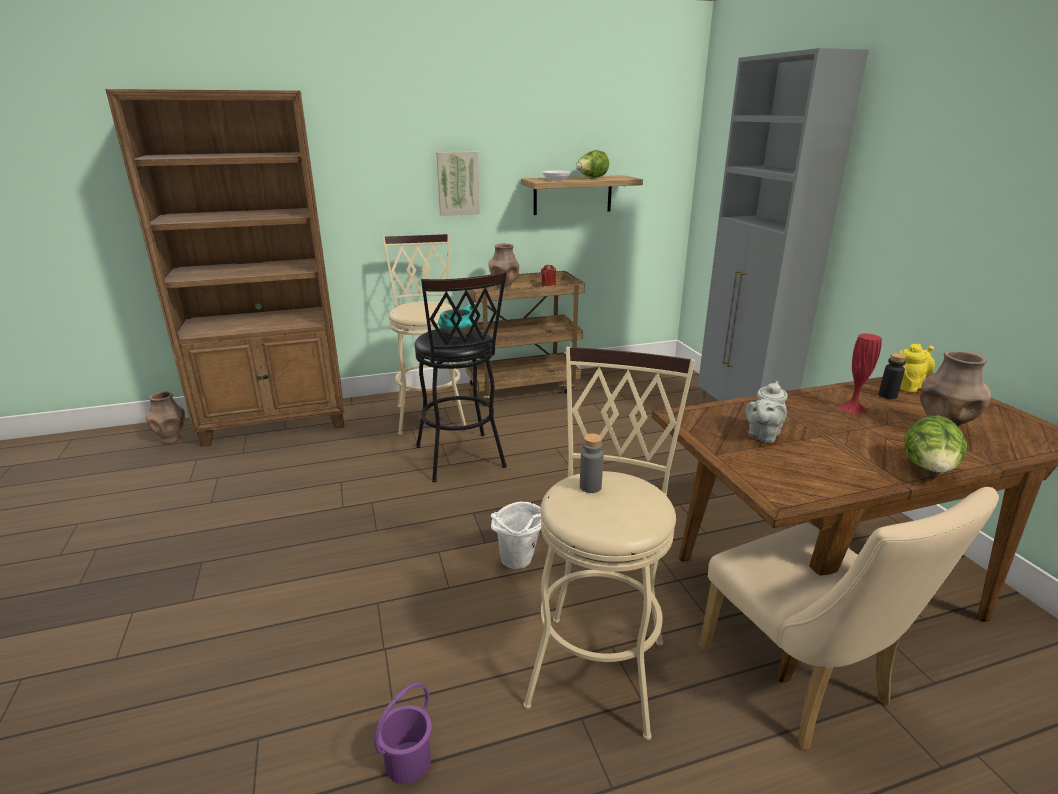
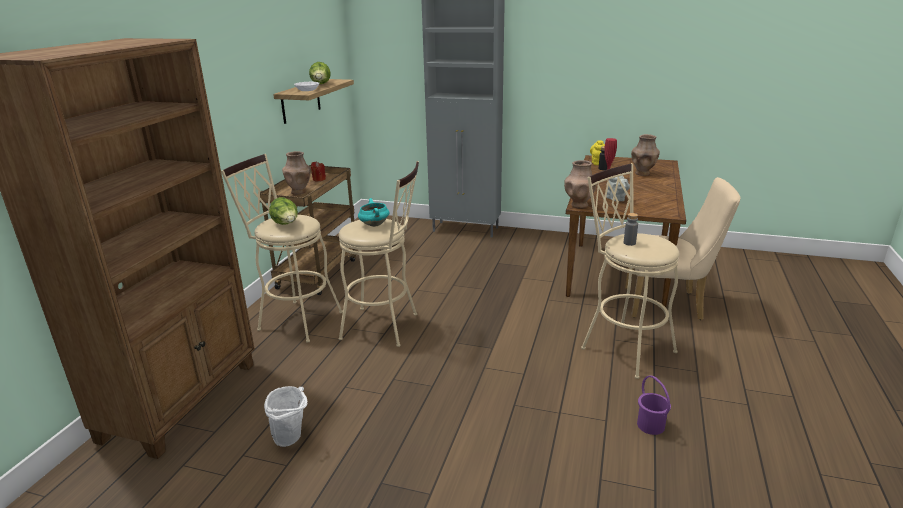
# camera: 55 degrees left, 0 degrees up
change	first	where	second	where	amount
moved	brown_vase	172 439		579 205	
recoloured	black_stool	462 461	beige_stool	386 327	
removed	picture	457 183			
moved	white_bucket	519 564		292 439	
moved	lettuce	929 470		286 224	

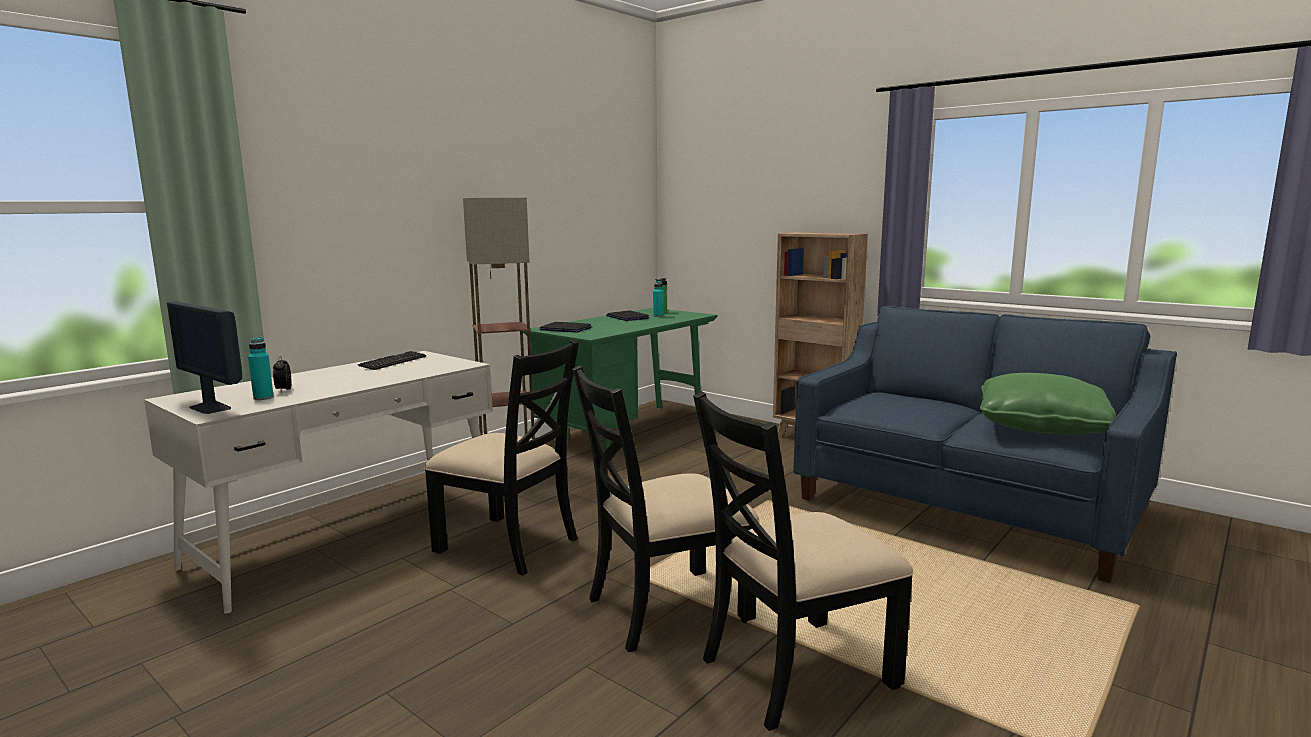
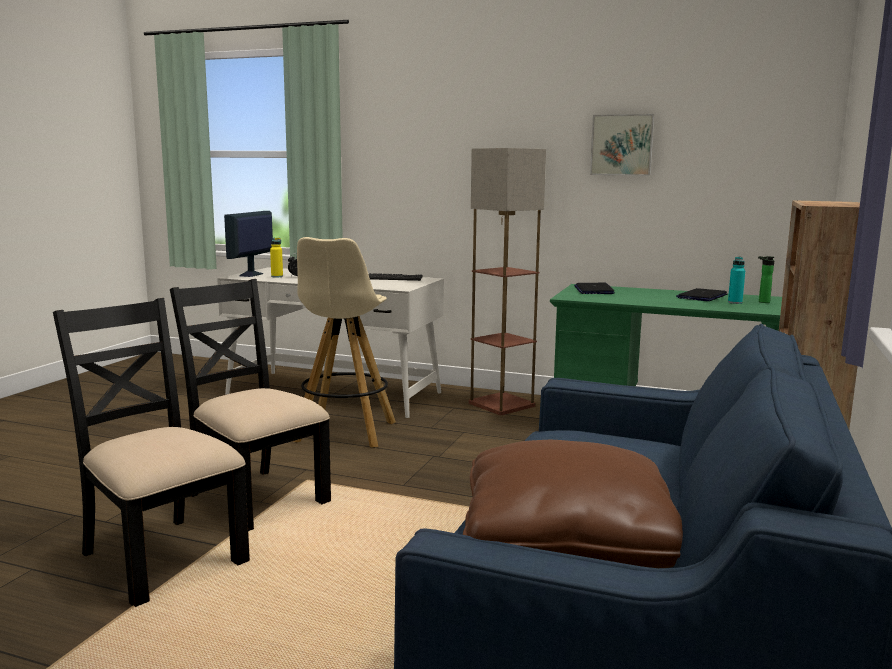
# camera: 70 degrees right, 0 degrees up
change	first	where	second	where	amount
recoloured	turquoise_bottle	263 398	yellow_bottle	277 276	
replaced	black_chair	508 544	beige_stool	344 433	
recoloured	green_pillow	1041 426	brown_pillow	567 541	
added			picture	622 145	

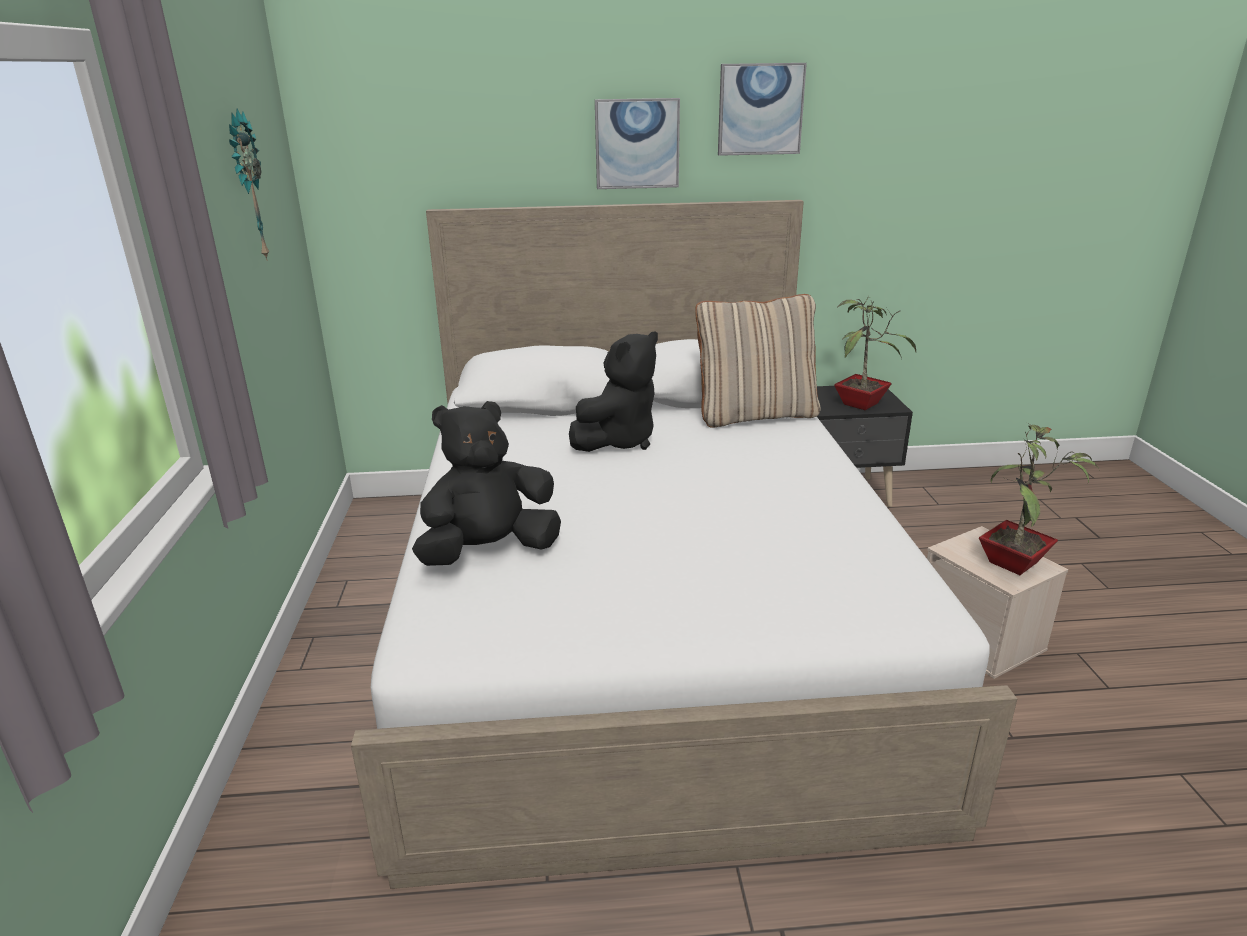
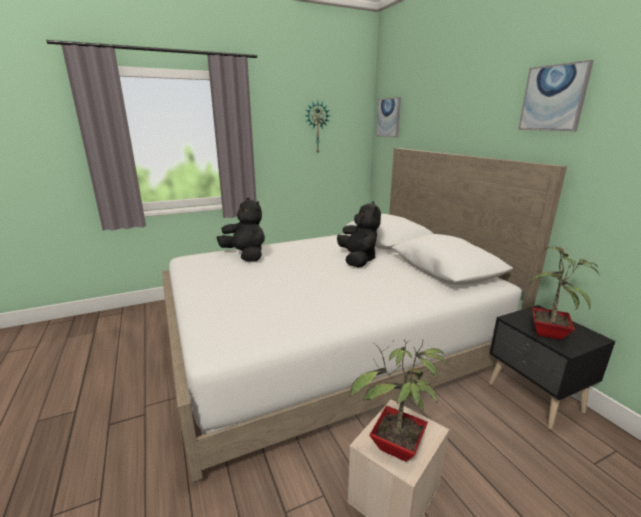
# camera: 70 degrees right, 5 degrees down
change	first	where	second	where	amount
turned	black_plush_toy	618 441		358 260	120 degrees counterclockwise
moved	picture	637 144		389 117	
removed	beige_pillow	755 415			

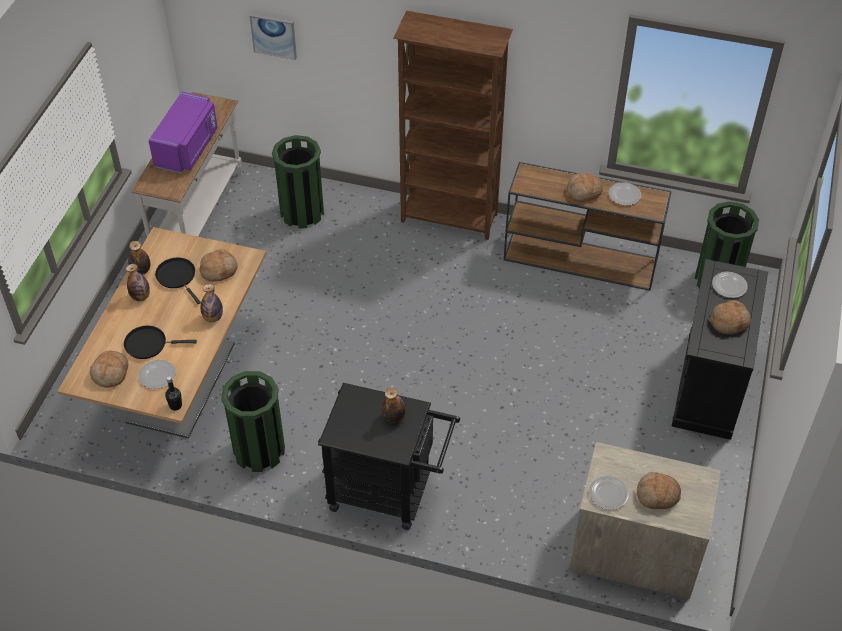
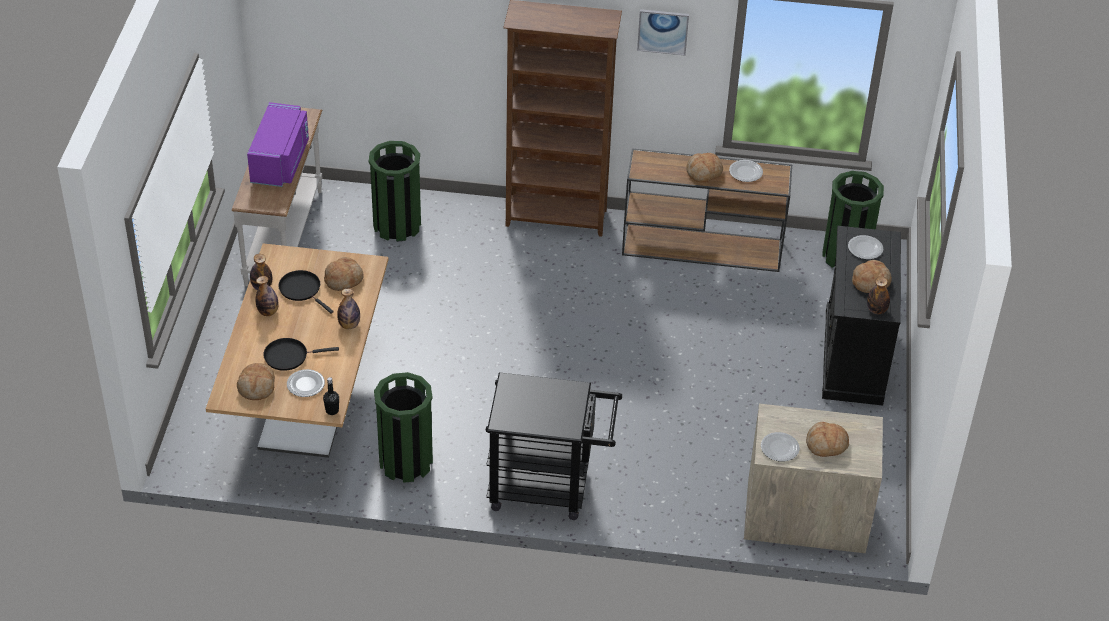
# camera: 10 degrees left, 5 degrees down
change	first	where	second	where	amount
moved	picture	274 36		663 31	
moved	bottle	394 417		876 310	

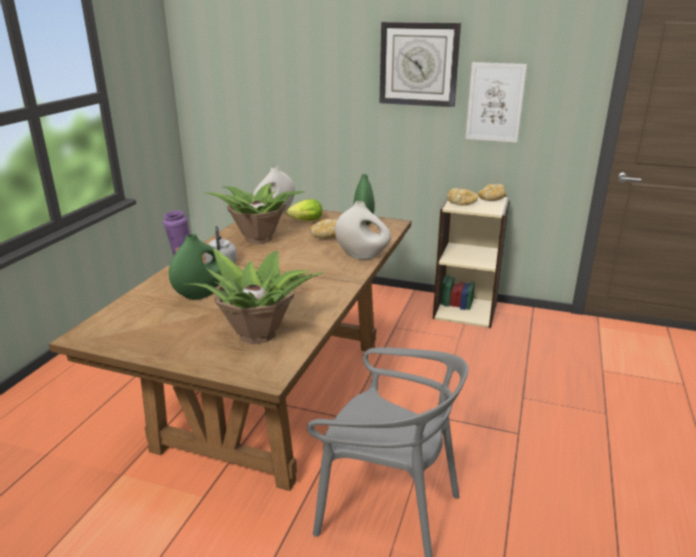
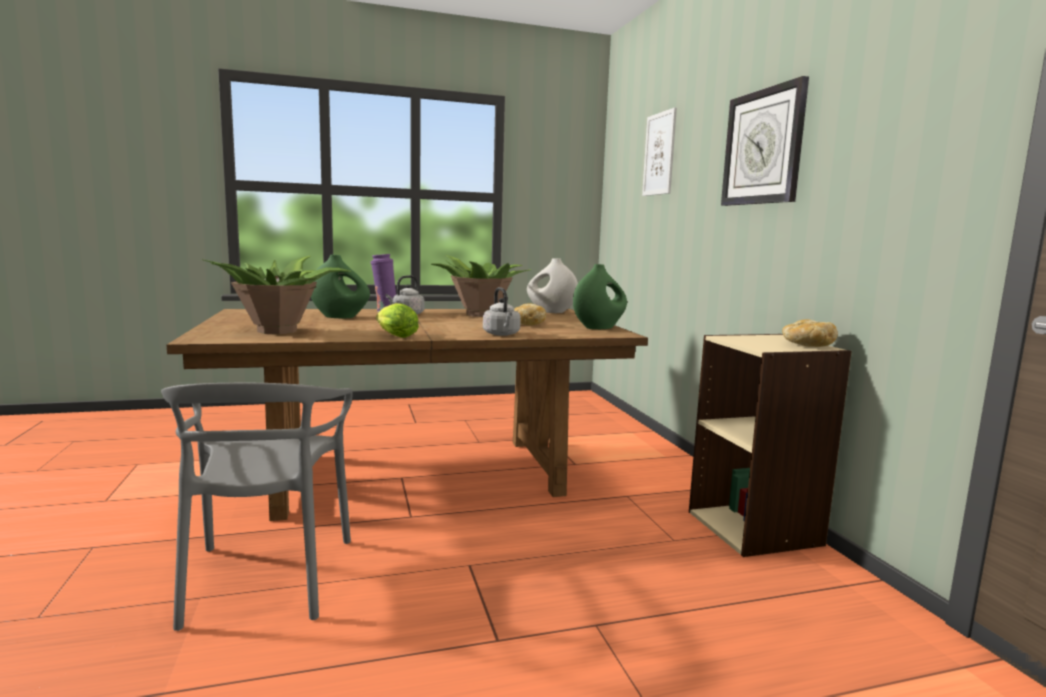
# camera: 55 degrees right, 15 degrees down
change	first	where	second	where	amount
moved	lettuce	304 221		394 336	
replaced	white_vase	362 256	grey_kettle	502 334	
removed	bread	461 203			
moved	picture	495 102		659 154	

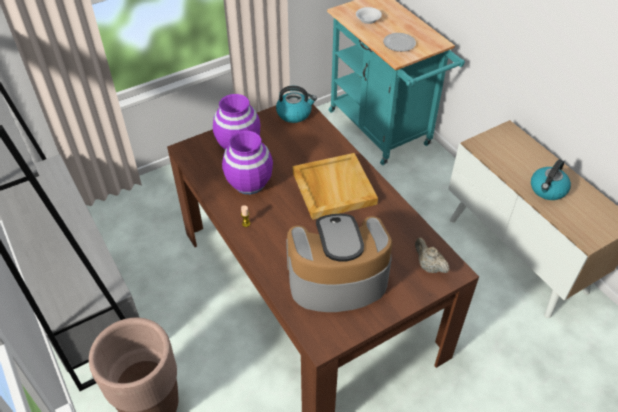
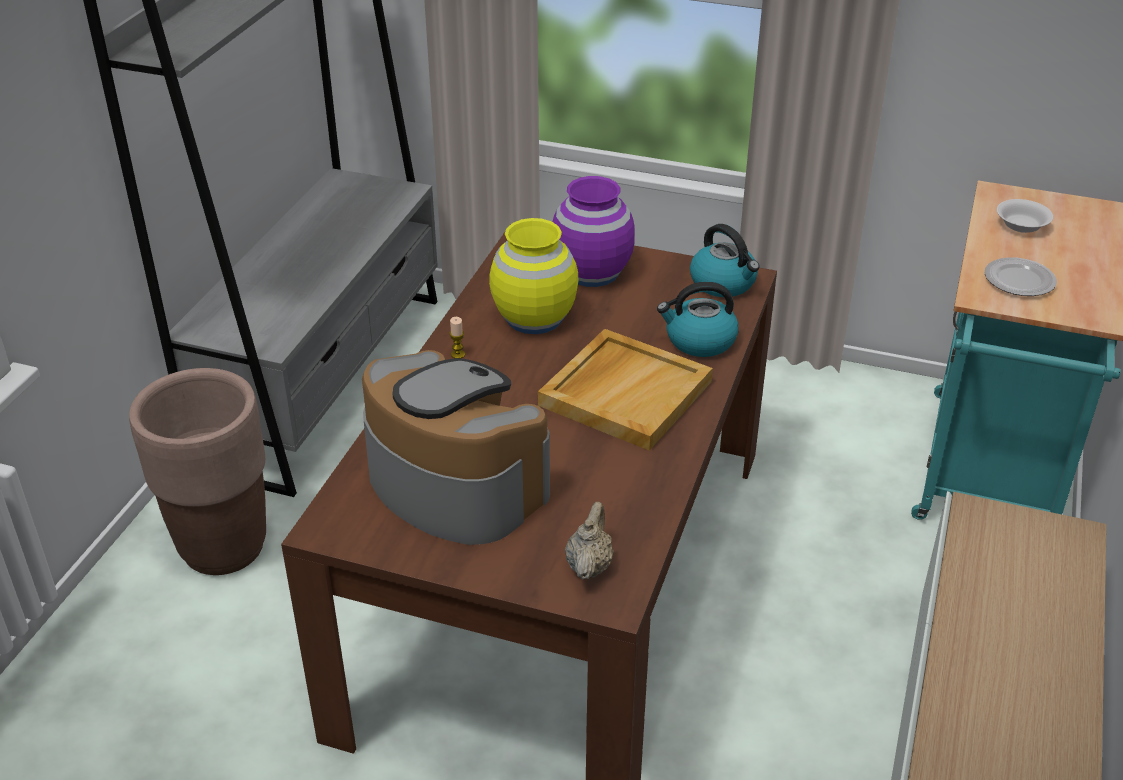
# camera: 50 degrees right, 10 degrees down
change	first	where	second	where	amount
recoloured	purple_vase	249 183	yellow_vase	534 318	
moved	kettle	547 190		699 341	

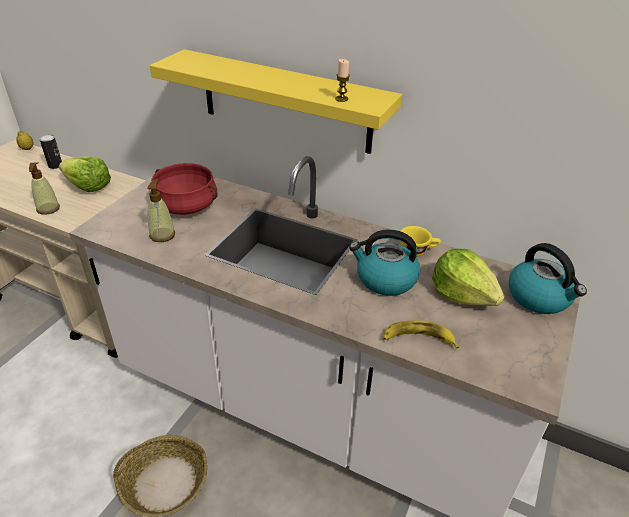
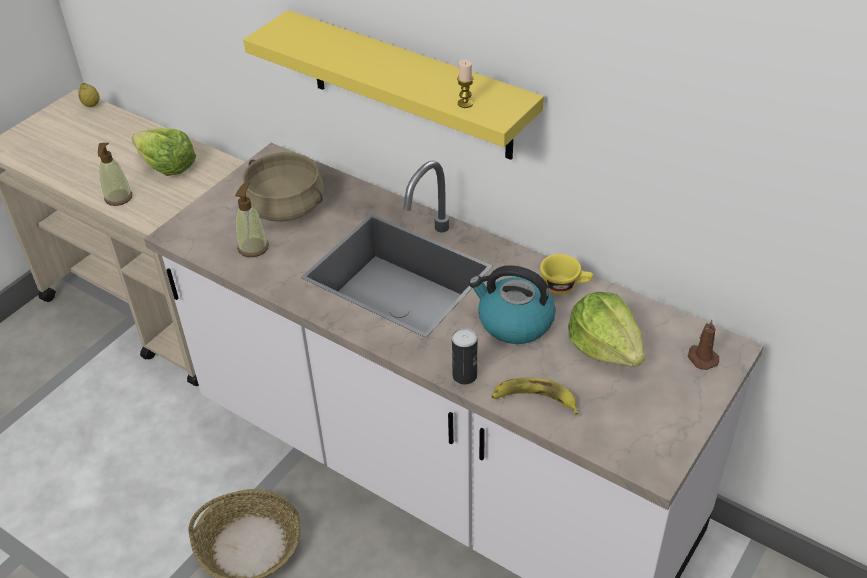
# camera: 10 degrees right, 5 degrees up
change	first	where	second	where	amount
moved	can	55 165		464 375	
recoloured	red_cooking_pot	187 205	beige_cooking_pot	286 207	
replaced	kettle	539 297	brown_candle	701 358	

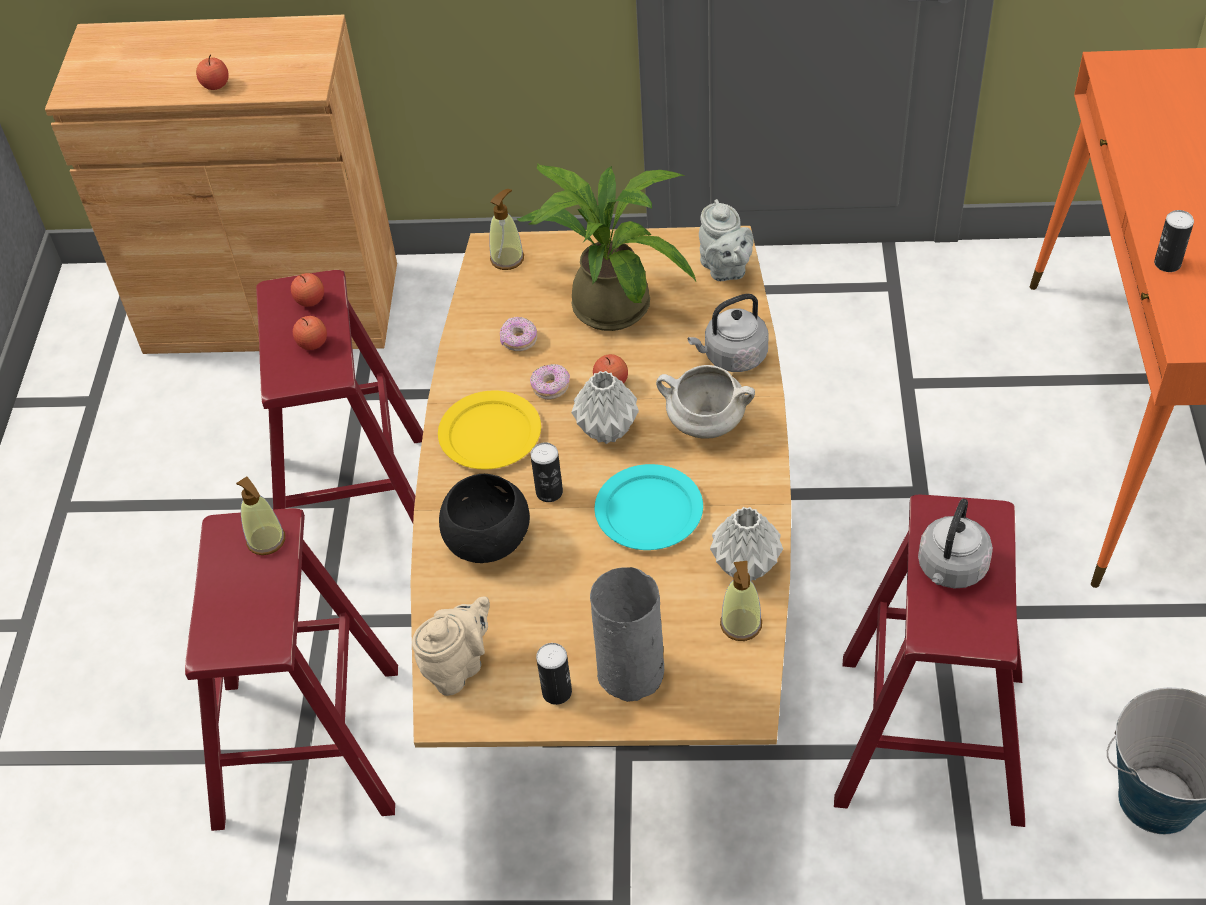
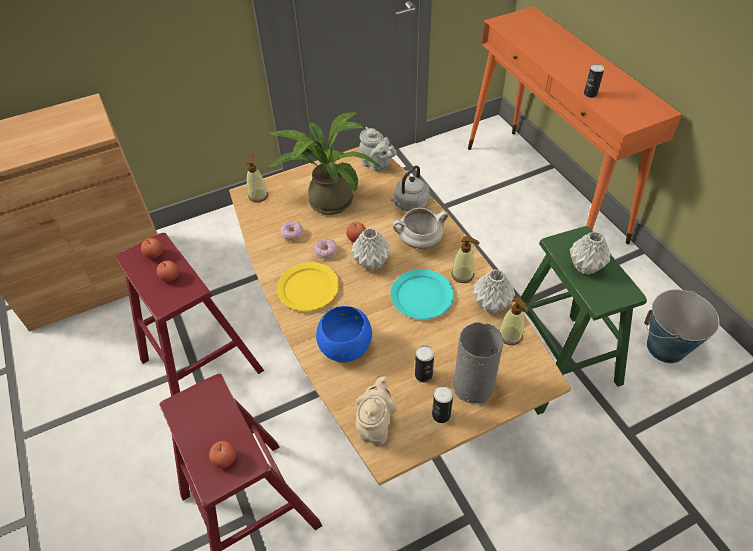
# camera: 30 degrees left, 0 degrees up
change	first	where	second	where	amount
moved	apple	215 85		225 459	
moved	soap_dispenser	266 540		462 275	
recoloured	black_bowl	486 540	blue_bowl	344 347	
moved	can	549 492		423 375	
recoloured	red_stool	930 738	green_stool	557 362	
replaced	grey_kettle	950 570	grey_vase	585 267	

